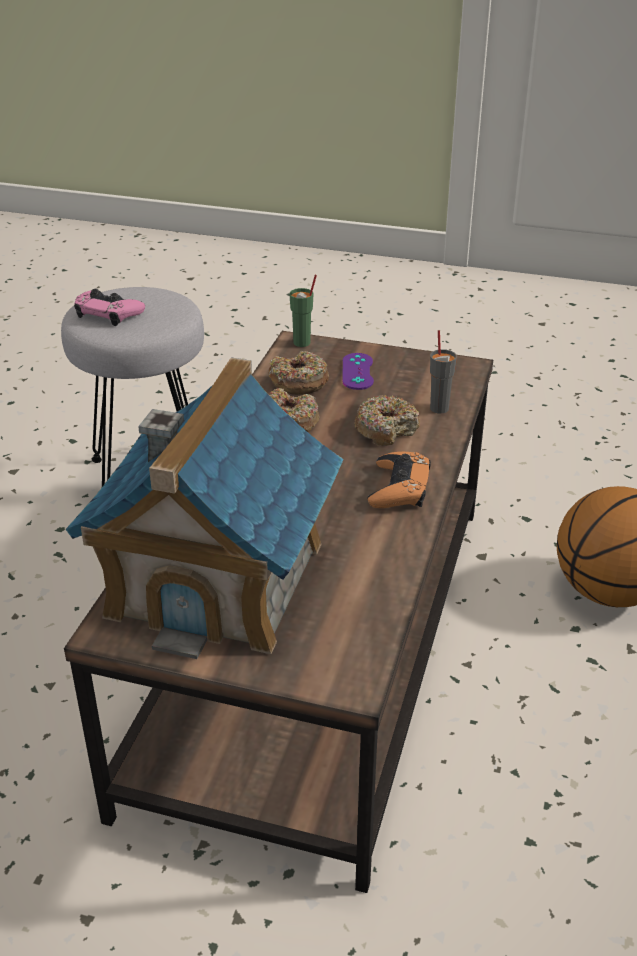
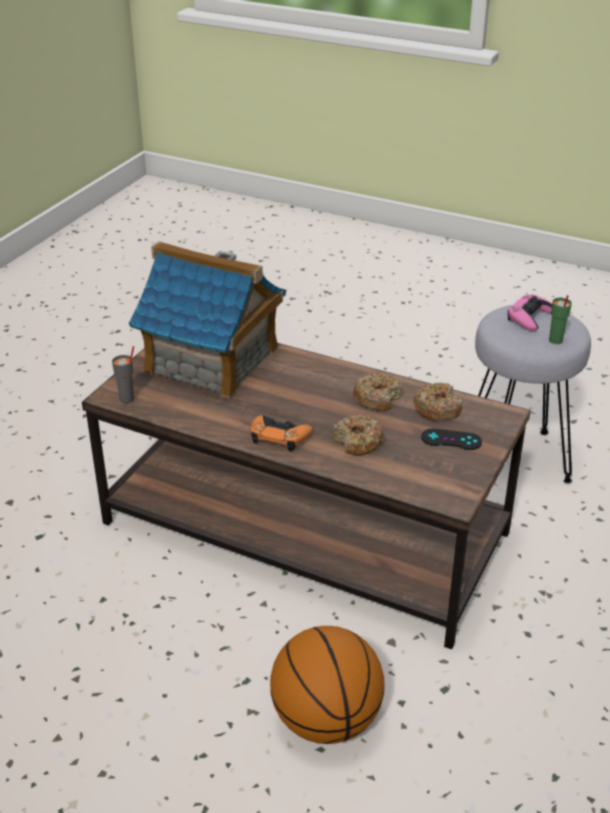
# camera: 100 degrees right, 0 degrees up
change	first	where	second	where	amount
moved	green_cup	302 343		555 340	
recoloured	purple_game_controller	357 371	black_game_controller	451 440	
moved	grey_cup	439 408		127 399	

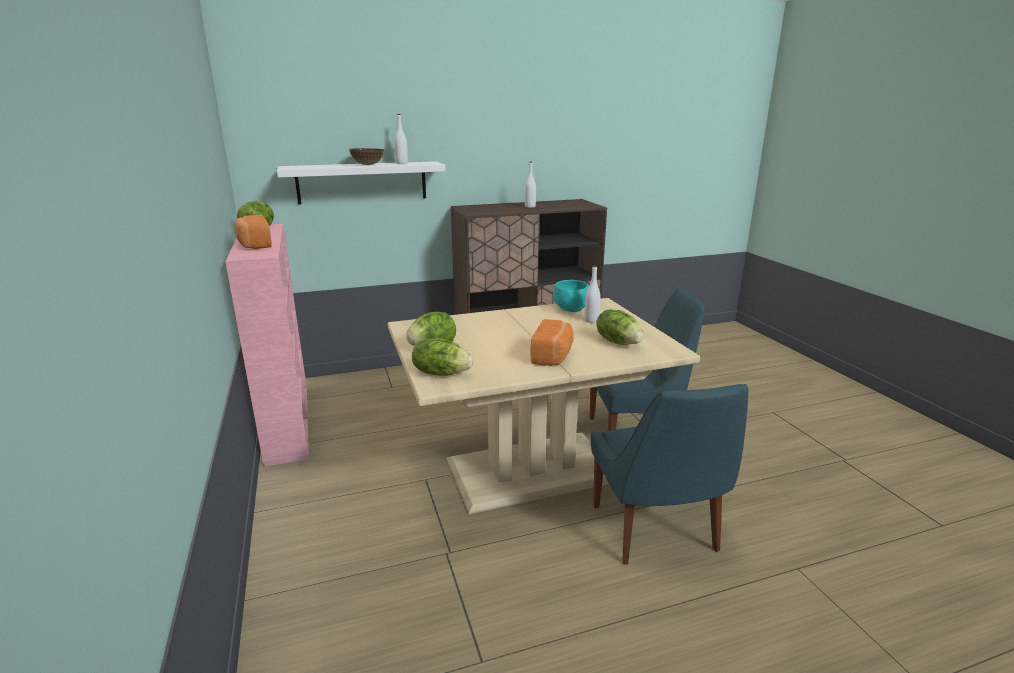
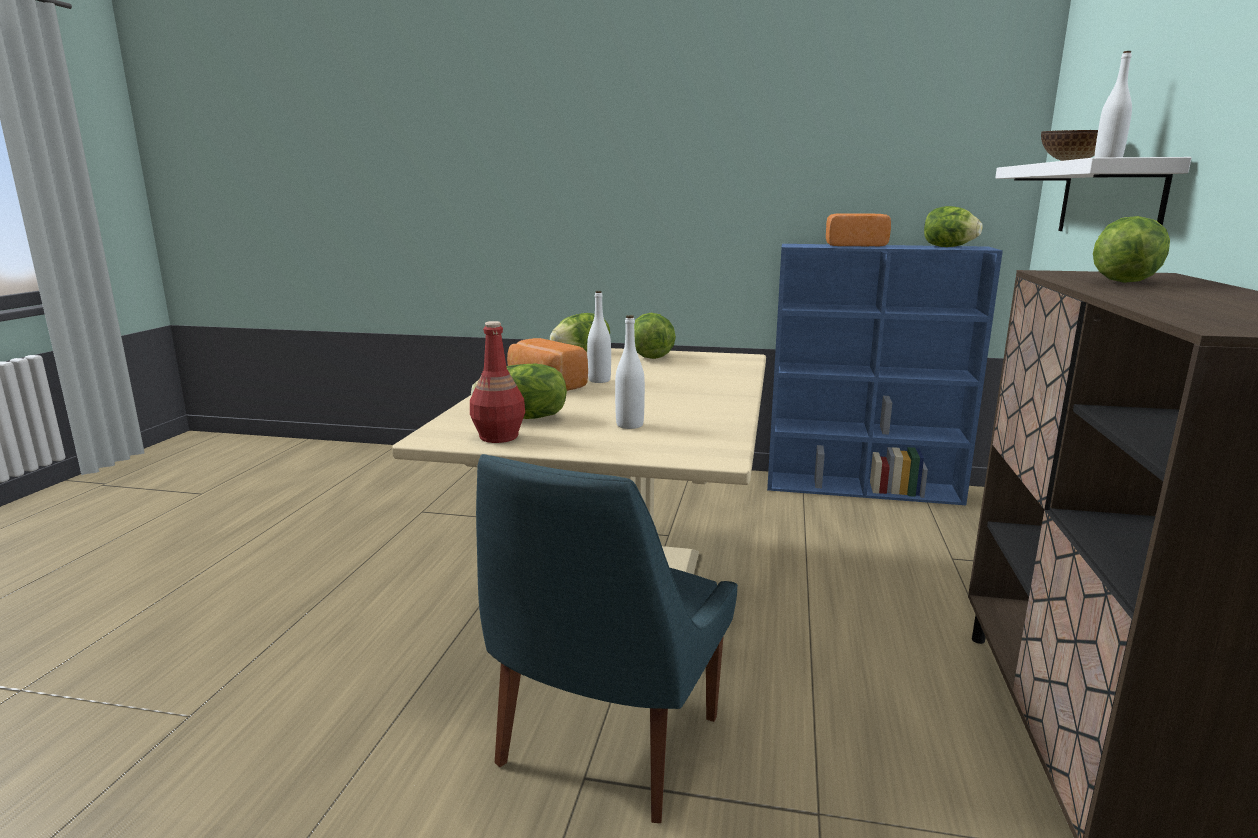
# camera: 120 degrees right, 5 degrees down
change	first	where	second	where	amount
recoloured	pink_bookcase	287 422	blue_bookcase	864 488	
moved	white_bottle	530 206		599 380	
removed	turquoise_bowl	571 310			
removed	blue_chair	655 531			
added			red_bottle	498 437	
added			lettuce	1123 281	

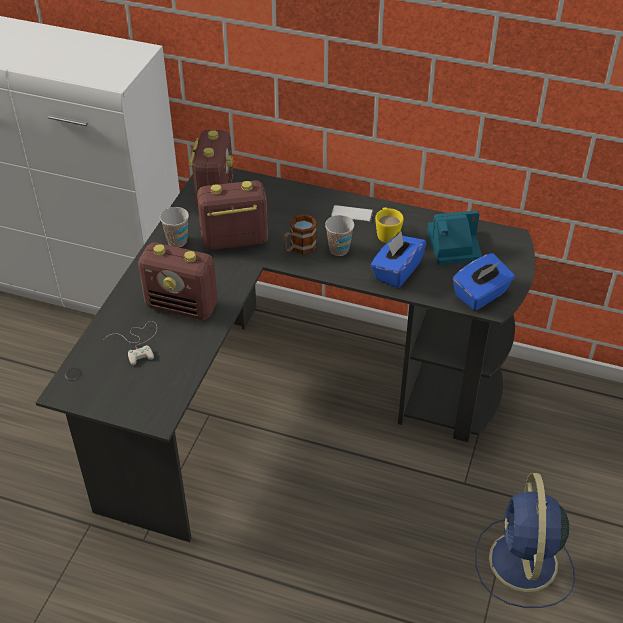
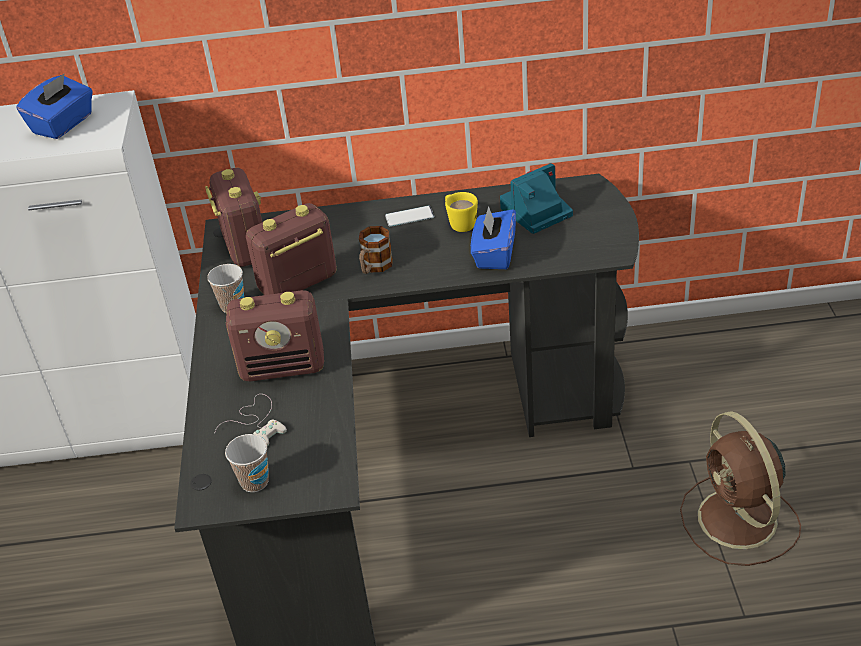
# camera: 20 degrees left, 5 degrees down
change	first	where	second	where	amount
moved	cup	339 249		254 482	
moved	blue_tissue_box	481 295		63 124	
recoloured	blue_fan	523 564	brown_fan	739 521	

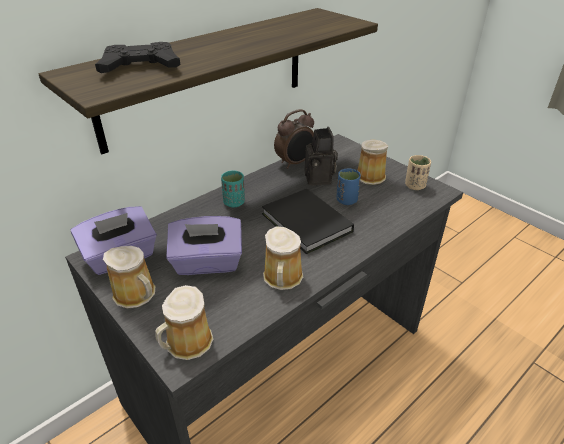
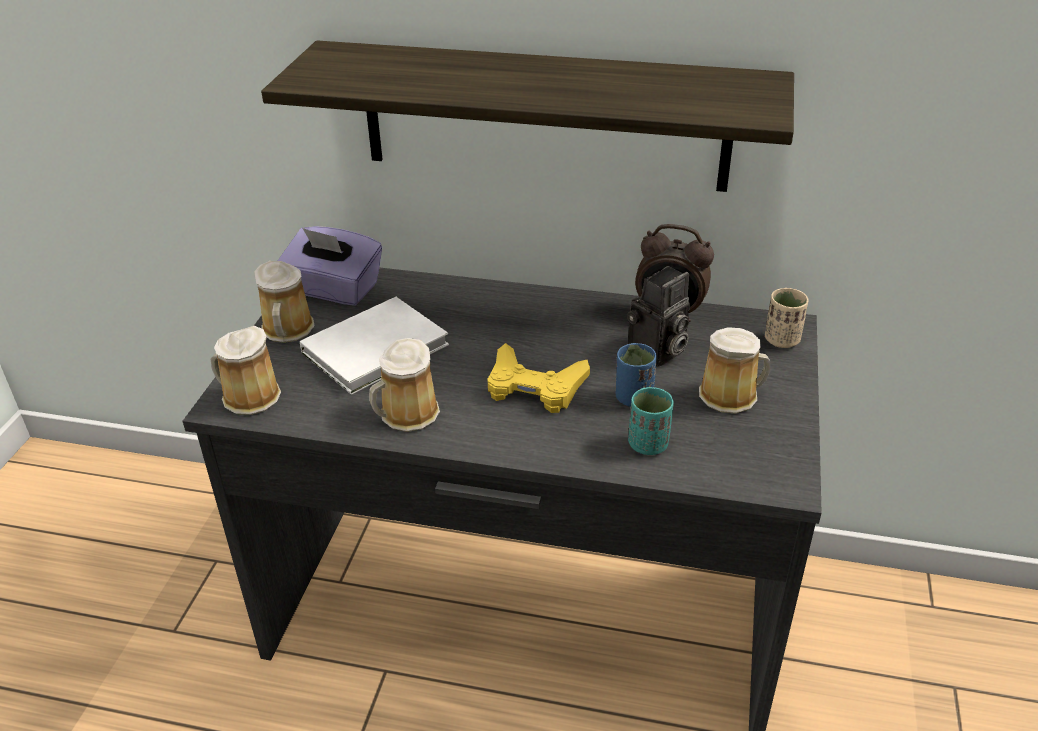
# camera: 55 degrees right, 0 degrees up
change	first	where	second	where	amount
removed	black_game_controller	140 67			
replaced	purple_tissue_box	207 263	white_book	379 348	
moved	turquoise_cup	234 202		648 444	
replaced	black_book	306 224	yellow_game_controller	534 387	
moved	beige_cup	415 186		782 340	

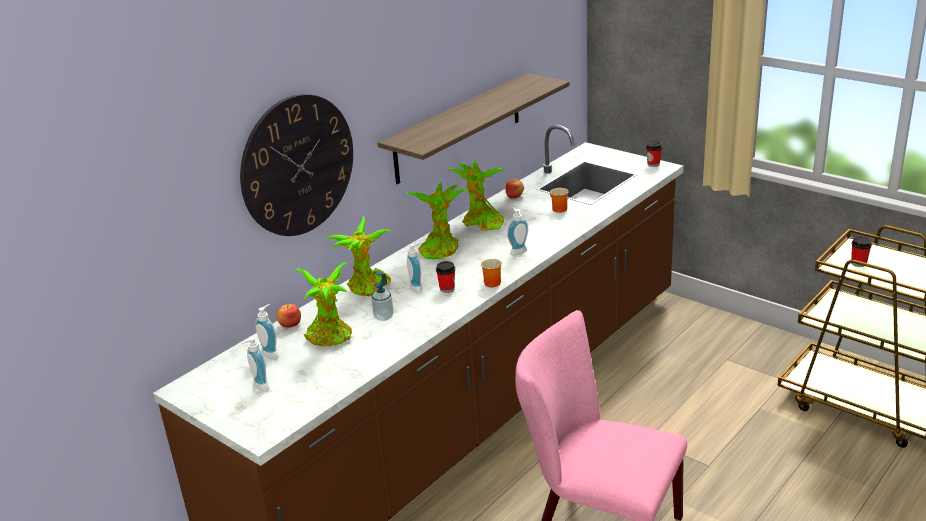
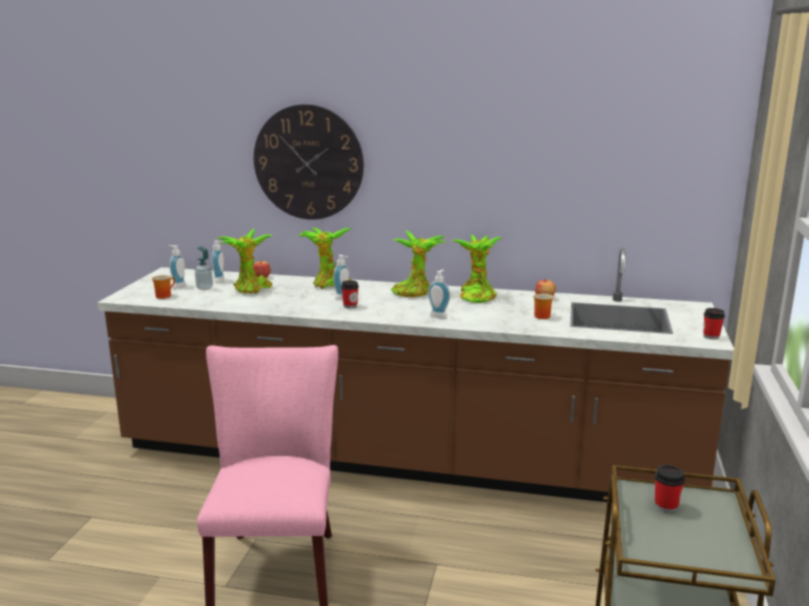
# camera: 60 degrees right, 10 degrees down
change	first	where	second	where	amount
moved	soap_dispenser	383 317		204 288	
removed	shelf	458 128			
moved	mug	490 282		164 295	

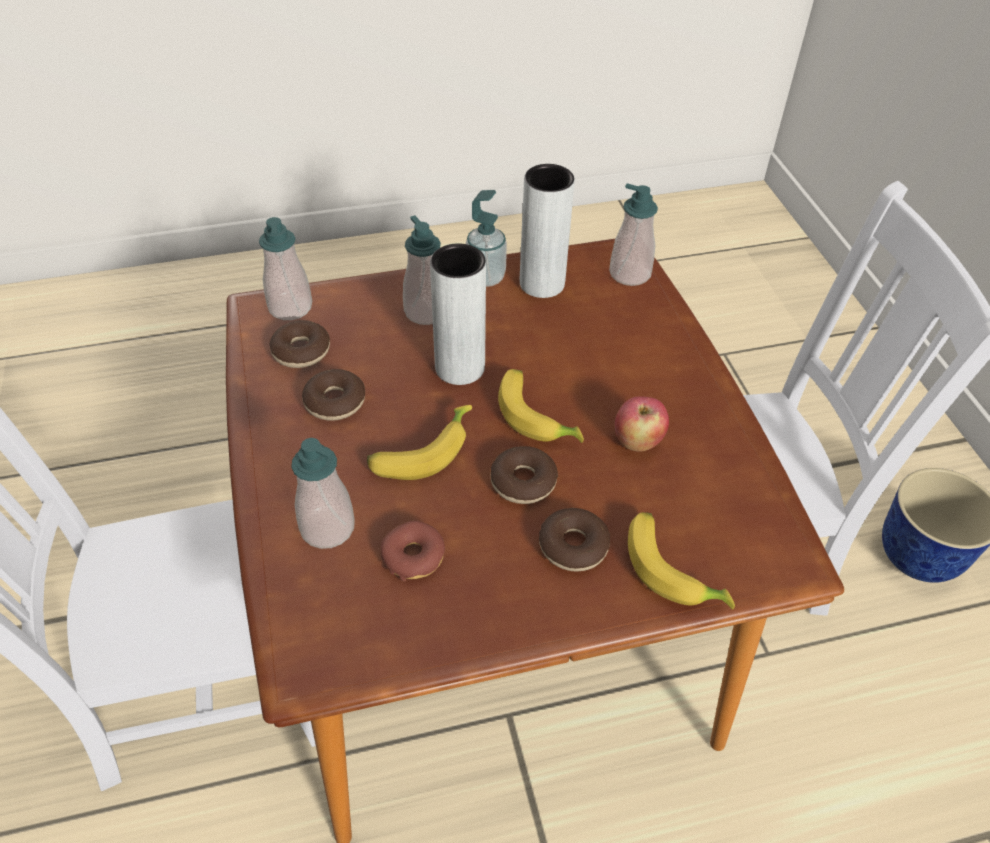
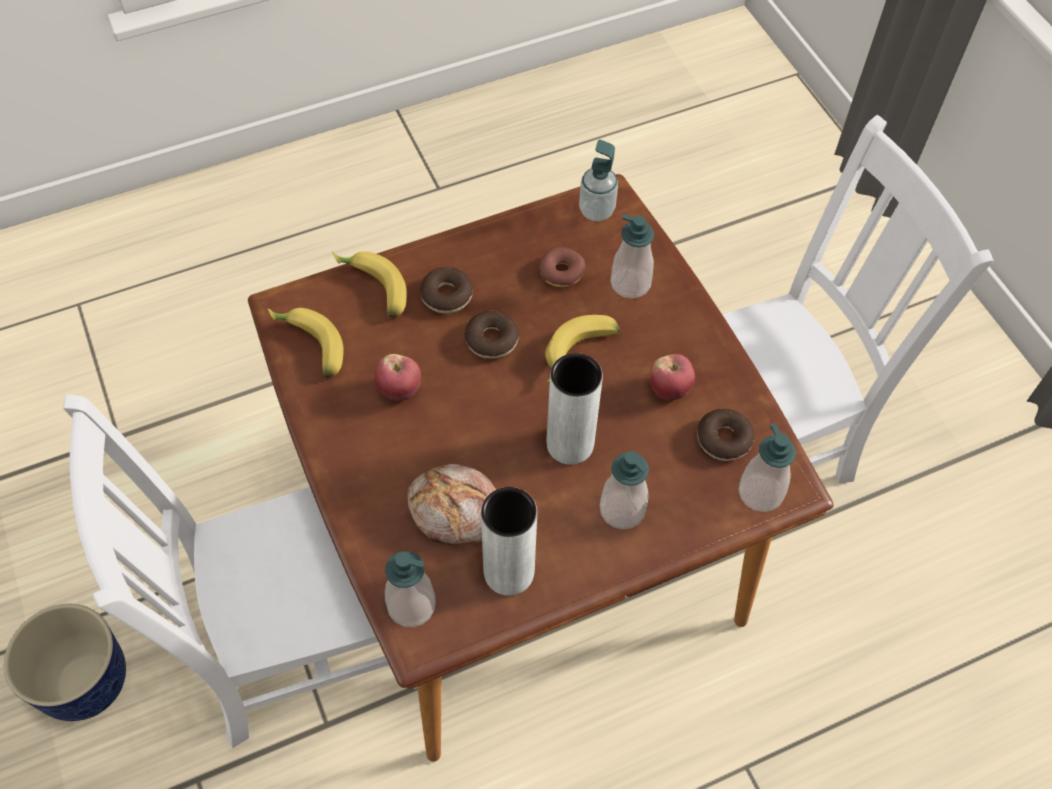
# camera: 170 degrees right, 10 degrees up
change	first	where	second	where	amount
replaced	donut	335 402	apple	669 390	
moved	soap_dispenser	485 278		596 210	
moved	banana	537 415		308 347	
added			bread	455 512	

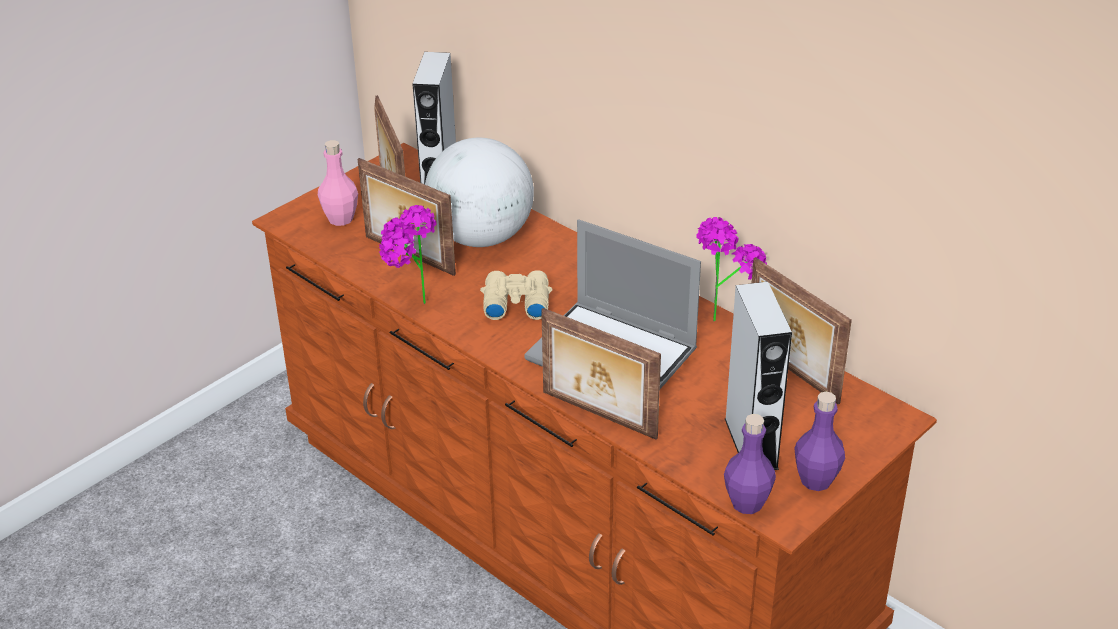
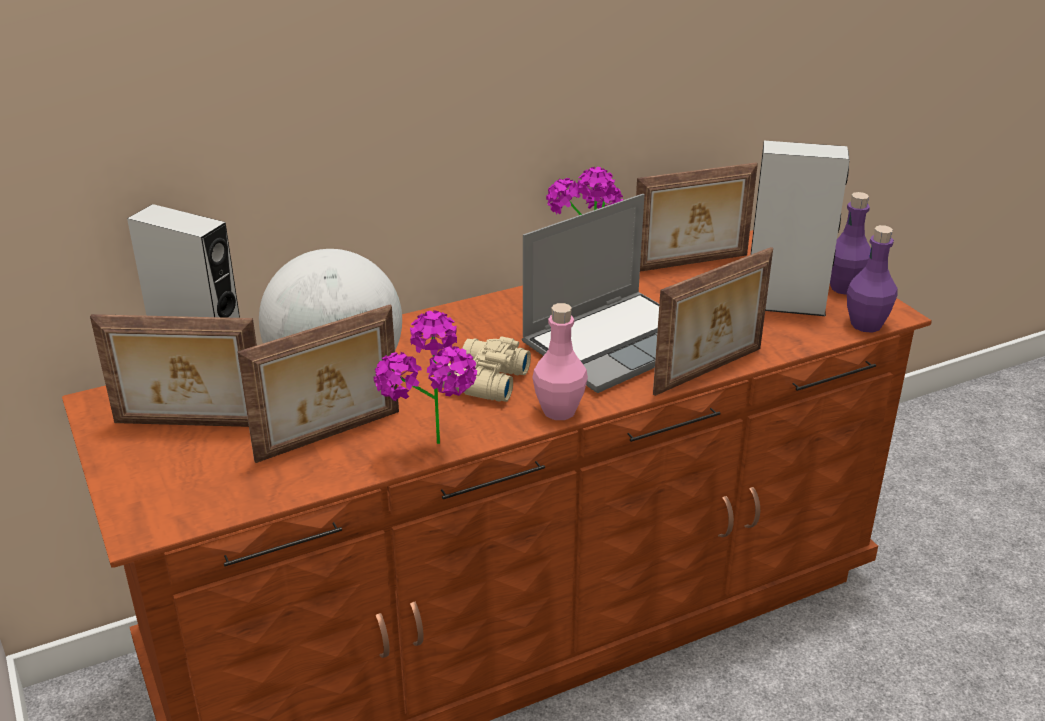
# camera: 70 degrees left, 5 degrees down
change	first	where	second	where	amount
moved	pink_bottle	340 219		559 410	

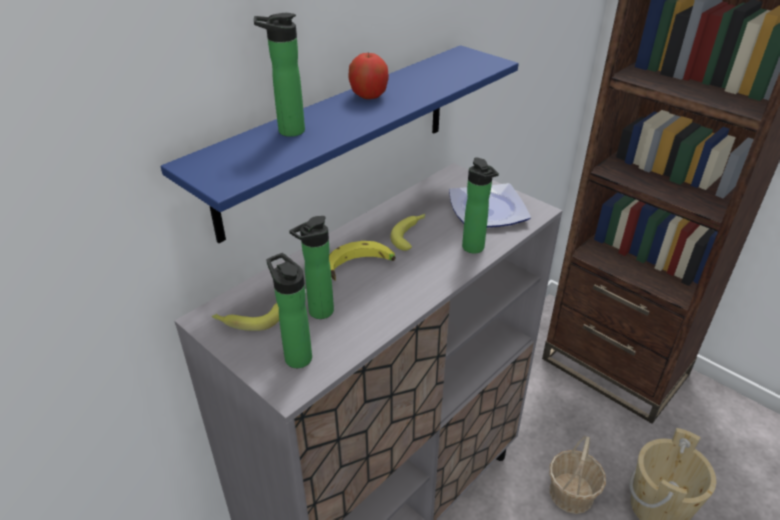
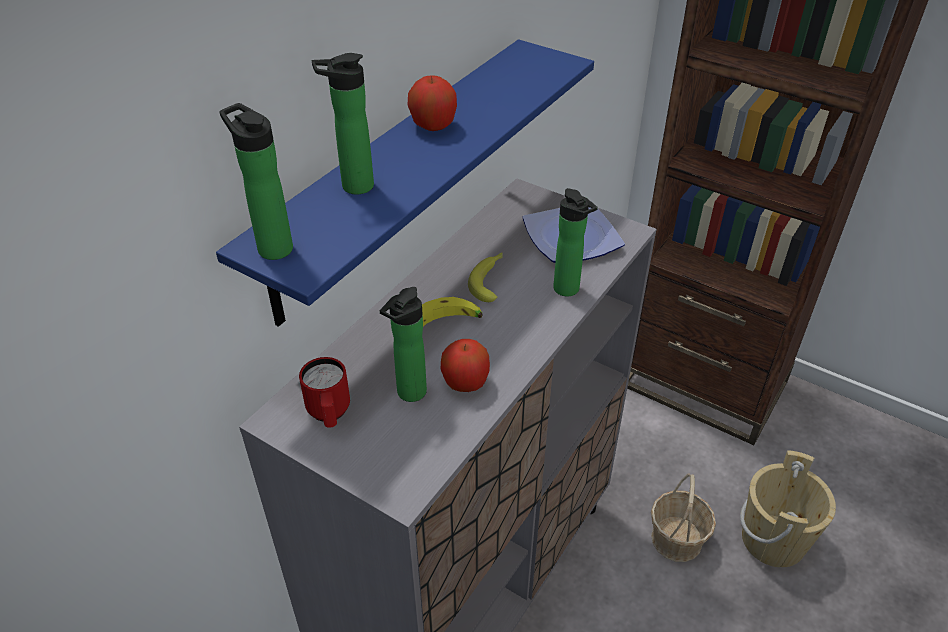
# camera: 10 degrees left, 5 degrees up
change	first	where	second	where	amount
replaced	banana	248 320	red_mug	329 414	
moved	bottle	296 356		272 247	
added			apple	465 383	

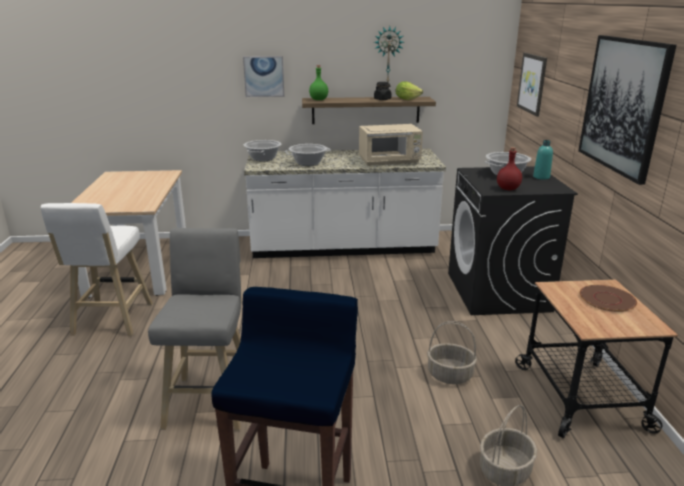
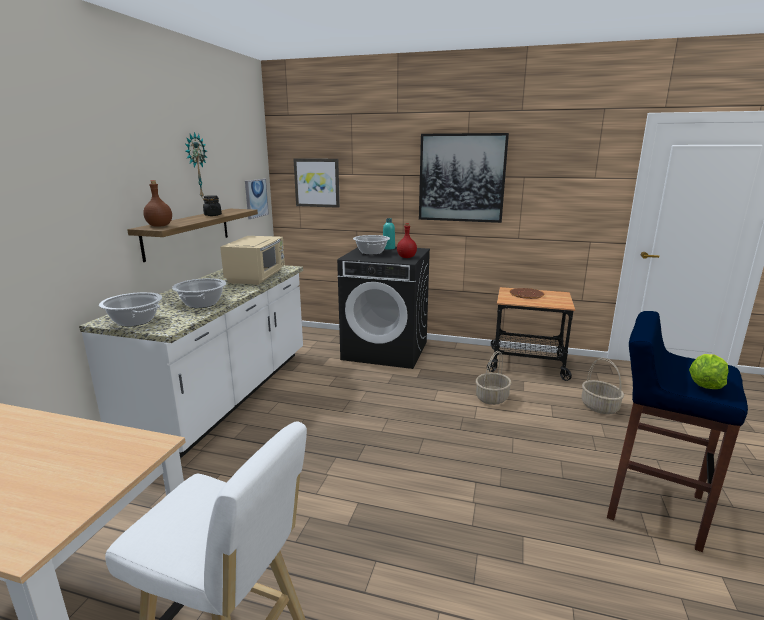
# camera: 70 degrees left, 5 degrees down
change	first	where	second	where	amount
removed	grey_stool	211 399			
moved	picture	264 76		256 198	
recoloured	green_bottle	319 100	brown_bottle	160 226	
moved	lettuce	407 99		705 385	

